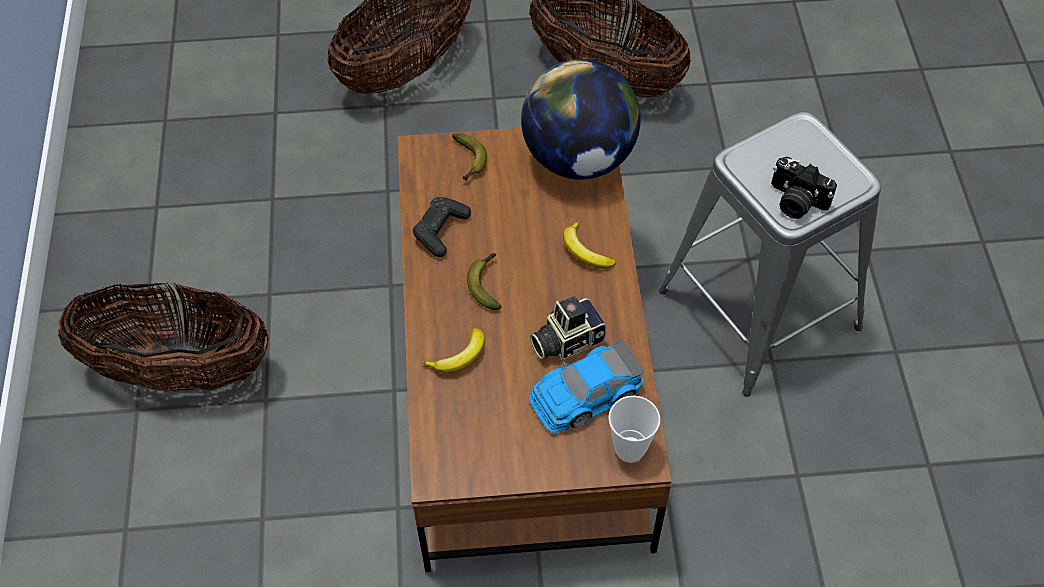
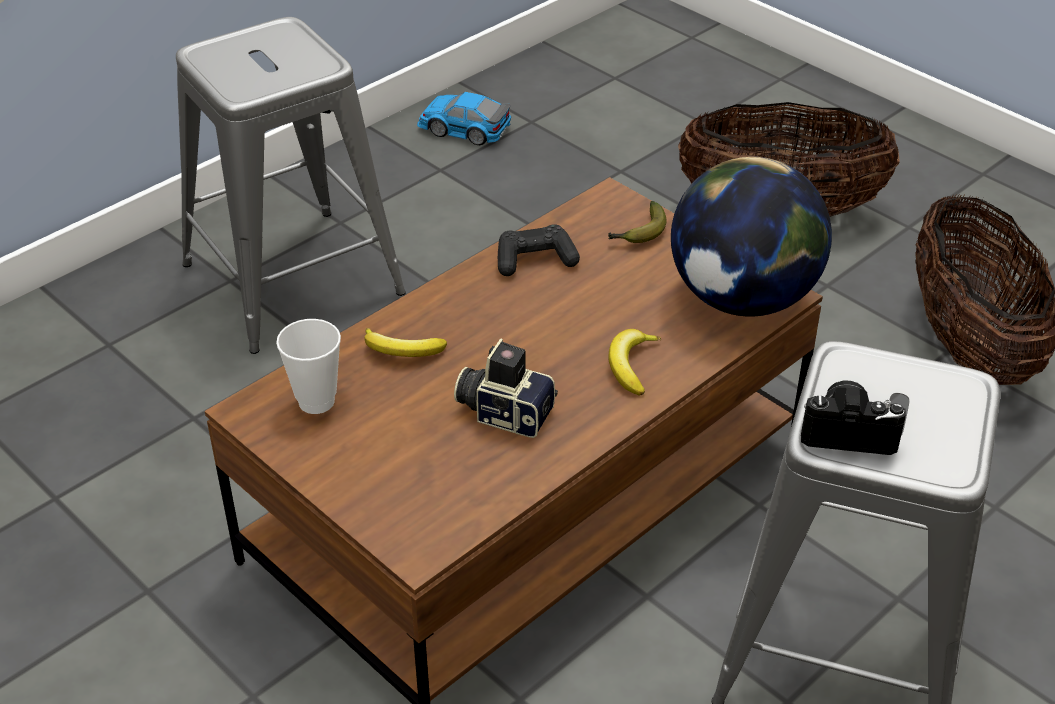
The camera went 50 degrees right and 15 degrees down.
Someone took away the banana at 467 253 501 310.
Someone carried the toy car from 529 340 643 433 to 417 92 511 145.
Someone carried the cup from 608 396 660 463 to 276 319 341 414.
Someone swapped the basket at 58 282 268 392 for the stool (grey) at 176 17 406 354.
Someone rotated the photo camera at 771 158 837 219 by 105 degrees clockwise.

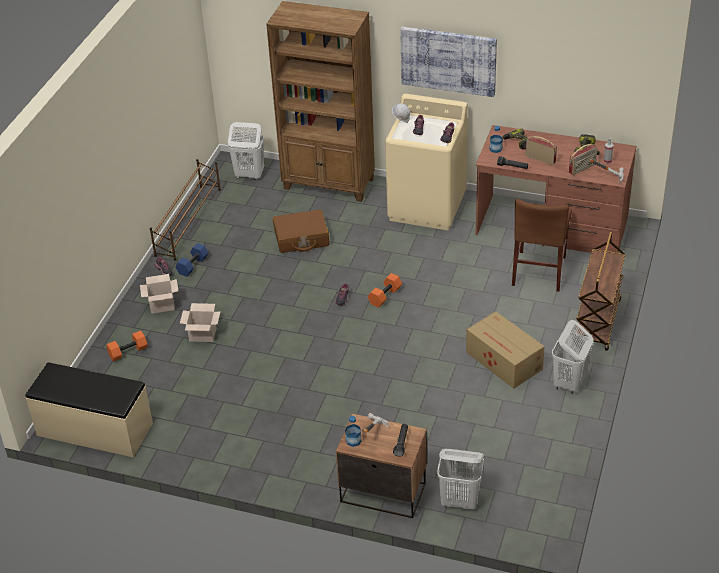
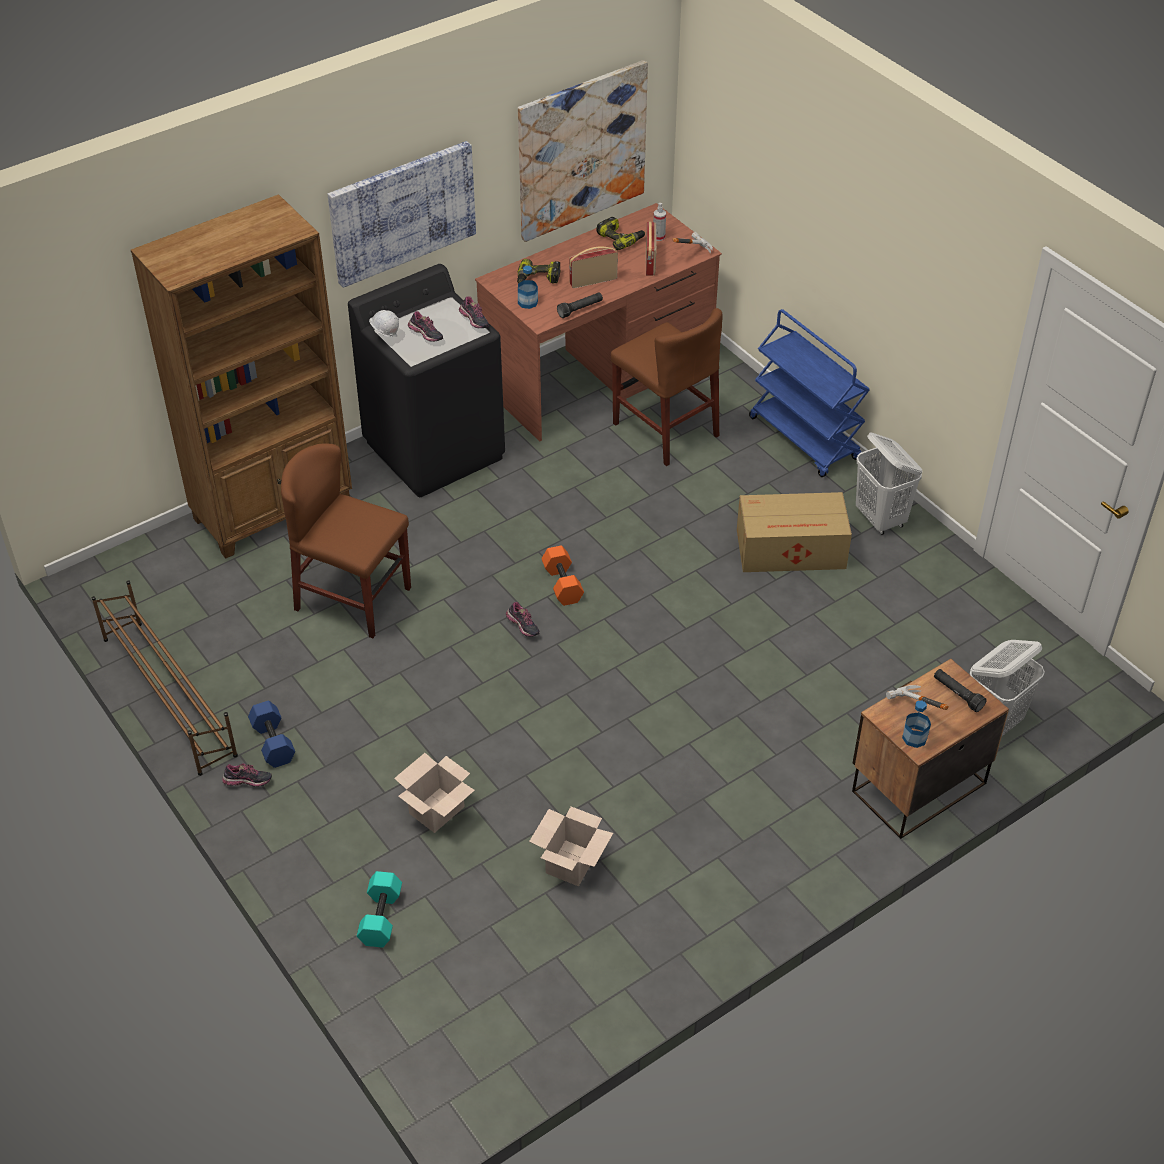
The camera went 55 degrees left and 5 degrees up.
Someone took away the bench (beige) at 26 362 153 457.
Someone took away the laundry basket (white) at 228 122 264 180.
Someone put up the picture at 518 60 648 242.
Someone carried the cardboard box from 140 274 178 314 to 529 806 613 886.
Someone swapped the suitcase (brown) at 273 209 329 253 for the chair (brown) at 281 444 411 638.
Someone repainted the dumbbell (orange) at 106 331 148 361, which became the dumbbell (turquoise) at 357 871 402 947.
Someone repainted the washing machine (beige) at 385 94 468 230, which became the washing machine (black) at 348 264 505 497.
Someone repainted the cart (brown) at 576 232 626 351, which became the cart (blue) at 749 309 870 477.

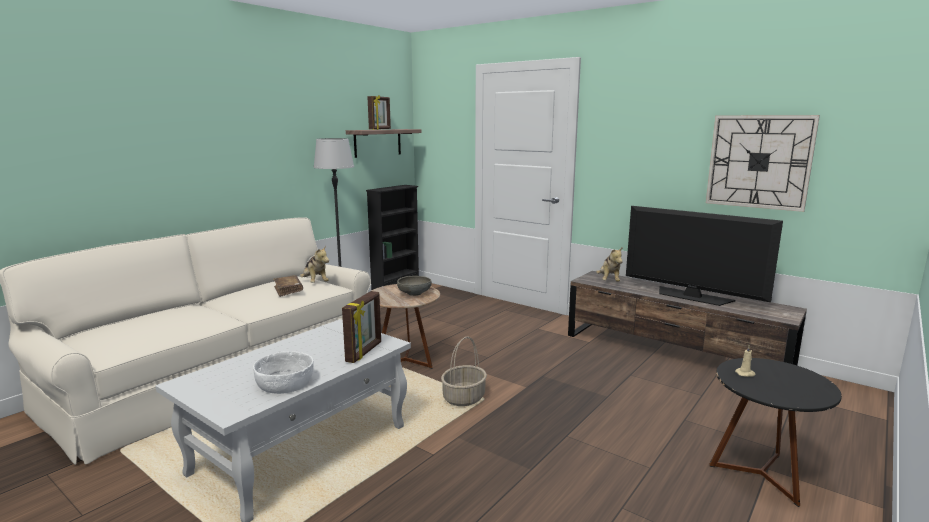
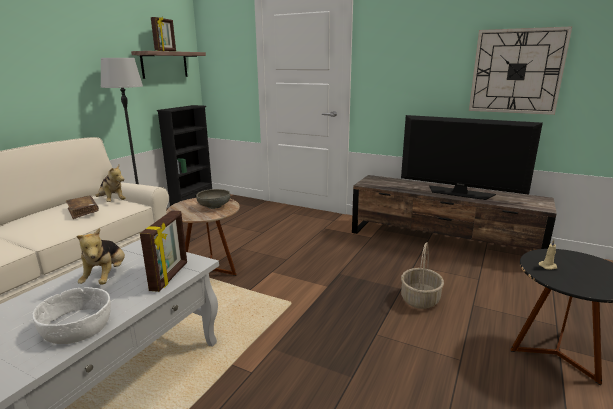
The camera went 10 degrees left and 5 degrees up.
Someone carried the basket from 441 337 487 406 to 401 242 444 309.
Someone carried the plush toy from 596 247 623 282 to 76 228 125 285.

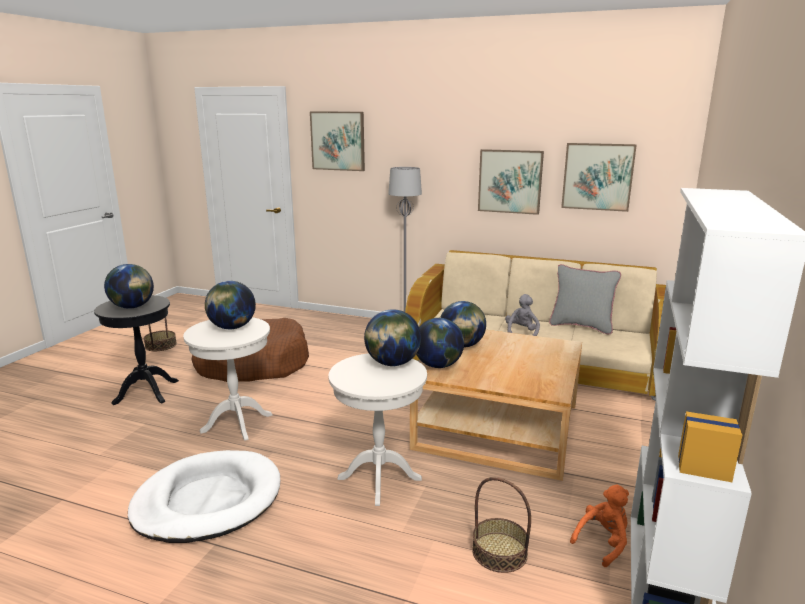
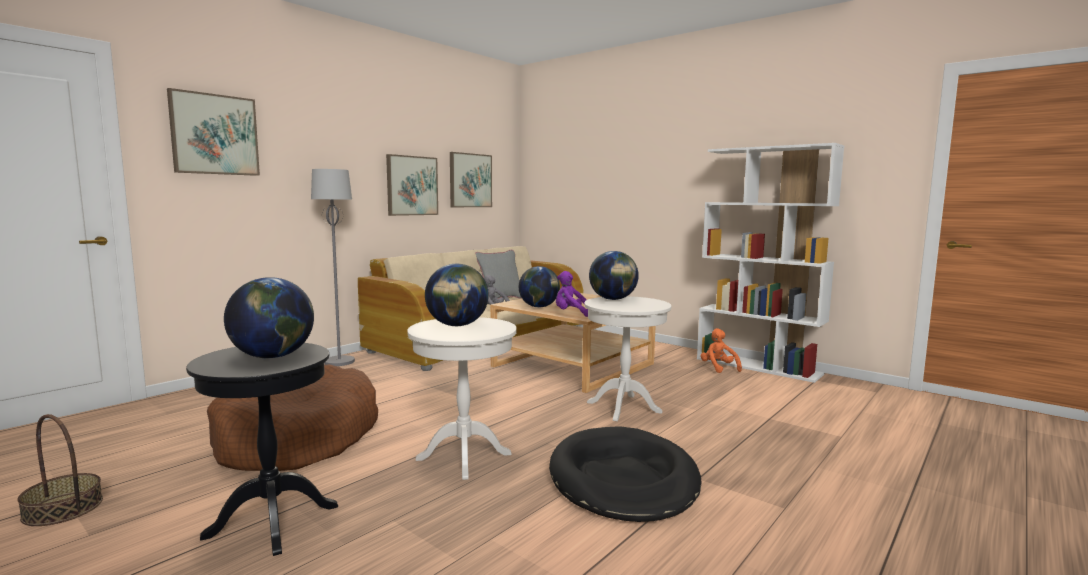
The camera went 70 degrees left and 10 degrees down.
Someone took away the basket at 472 477 531 573.
Someone swapped the globe at 416 318 464 368 for the plush toy (purple) at 556 271 588 317.
Someone repainted the dog bed (white) at 128 450 280 543, which became the dog bed (black) at 549 426 701 522.

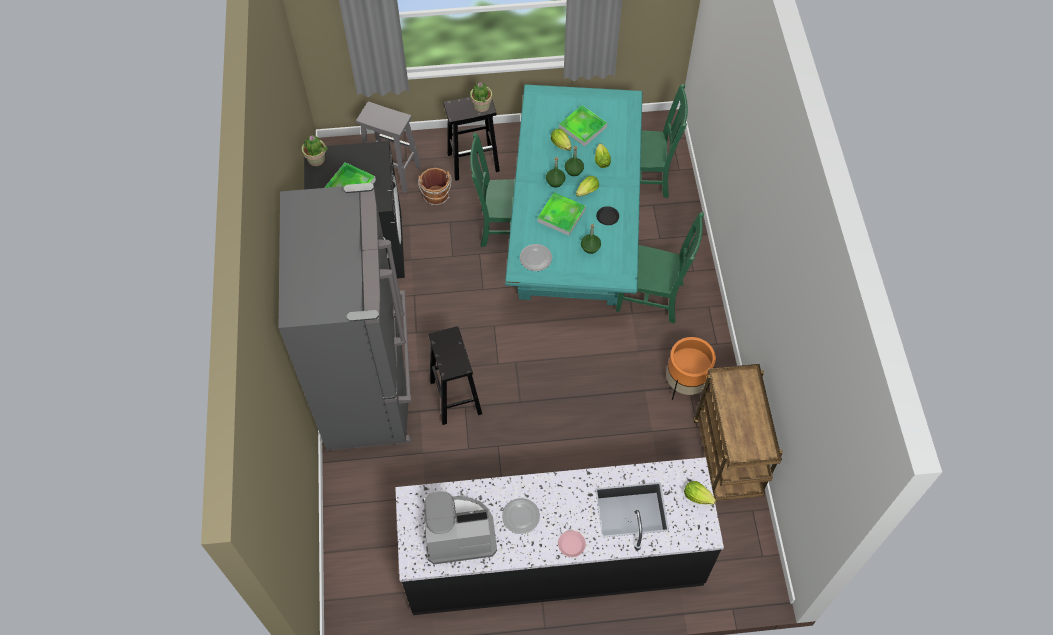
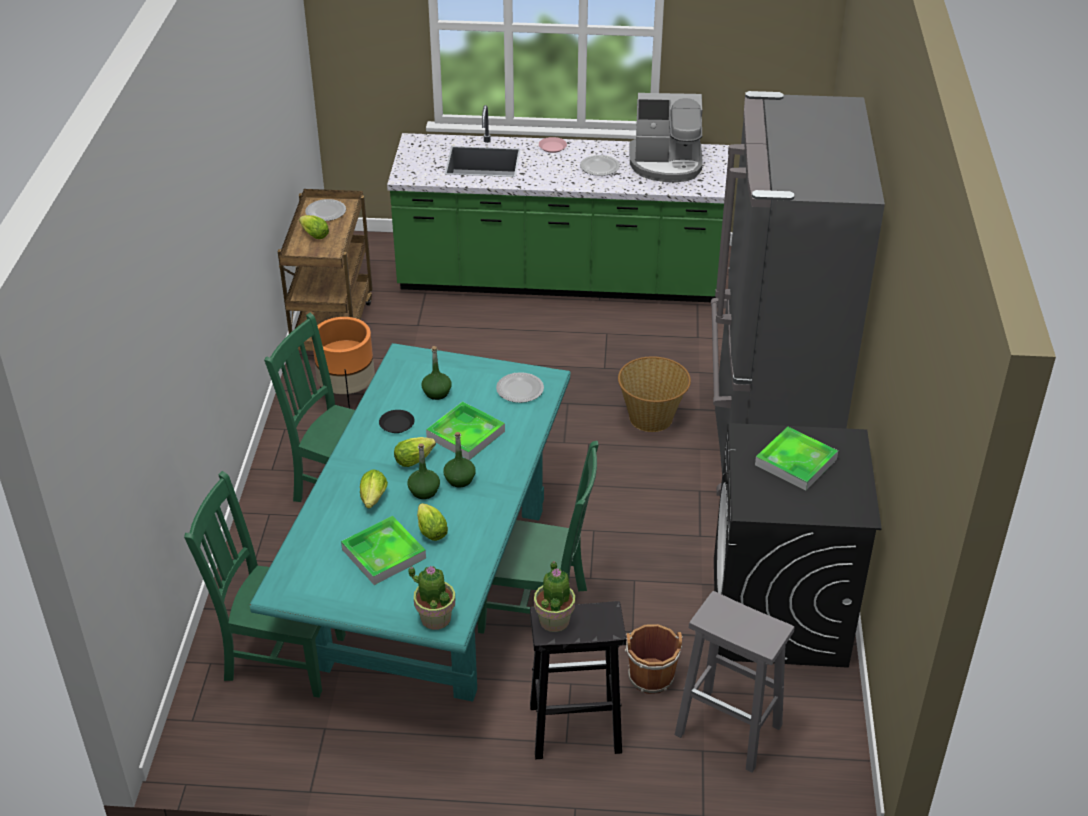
The camera went 170 degrees left and 20 degrees down.
Someone put down the plate at 305 199 346 221.
Someone carried the potted plant from 302 135 328 166 to 408 566 455 630.
Someone carried the lettuce from 684 481 716 505 to 299 215 329 239.
Someone swapped the stool (black) at 428 326 482 425 for the basket at 618 356 691 432.
Someone repainted the counter (black) at 395 457 724 615, which became the counter (green) at 387 105 729 302.

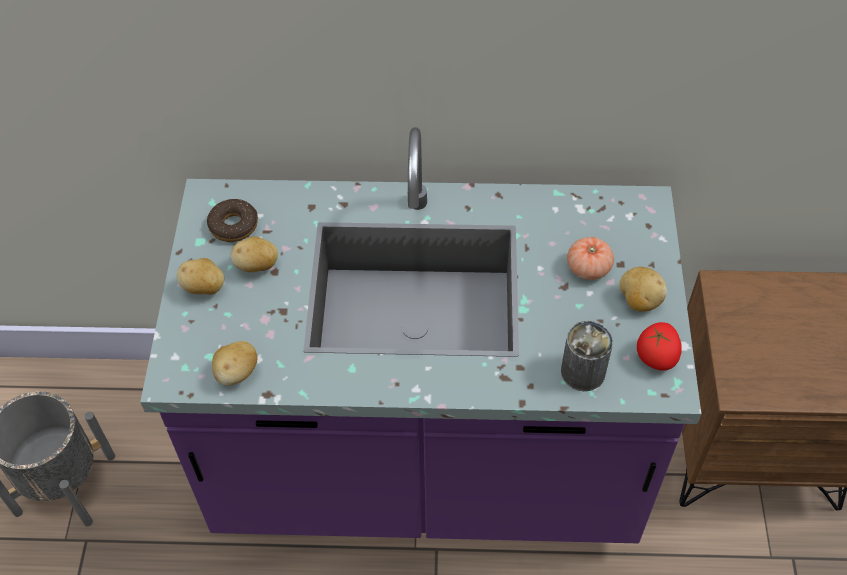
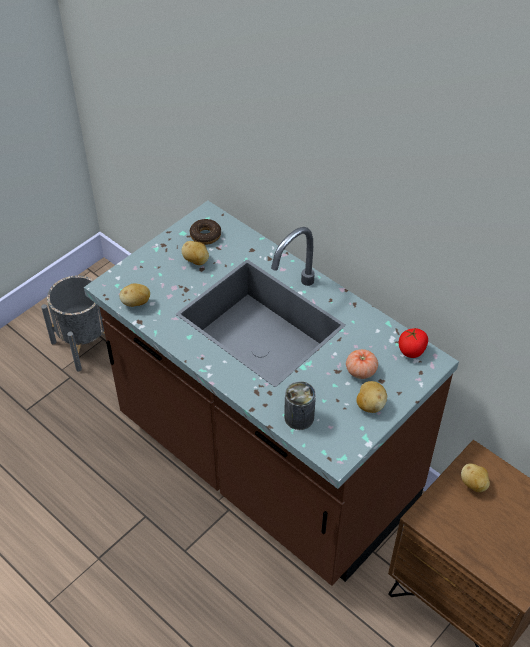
The camera went 40 degrees right and 5 degrees down.
Someone carried the potato from 177 258 224 294 to 461 463 490 492.
Someone carried the tomato from 637 322 682 371 to 399 328 428 358.
Someone repainted the counter (purple) at 140 127 701 543, which became the counter (brown) at 84 200 459 586.

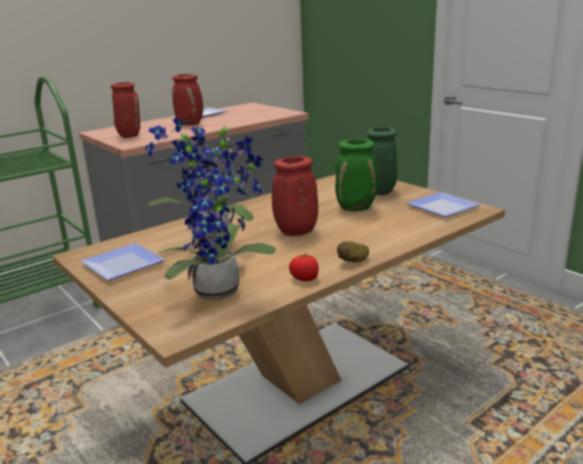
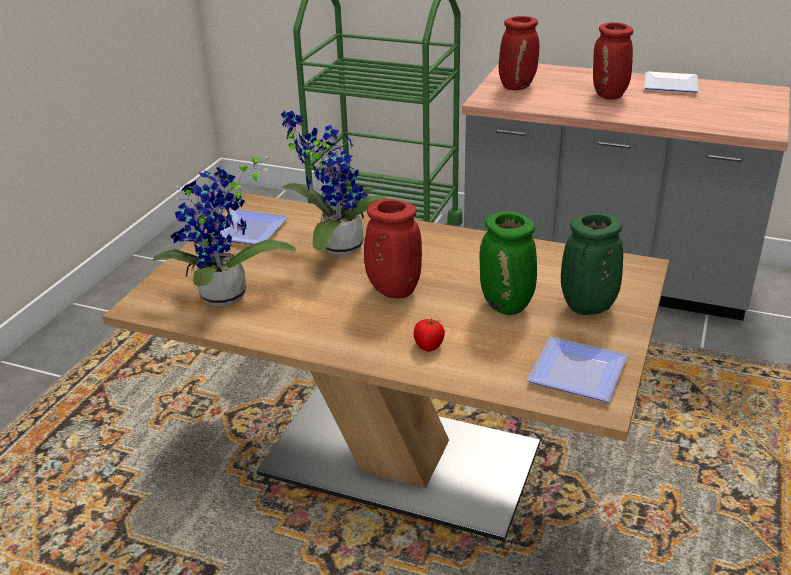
The camera went 60 degrees right and 10 degrees up.
Someone took away the potato at 337 241 369 263.
Someone carried the tomato from 289 253 319 281 to 414 318 445 352.

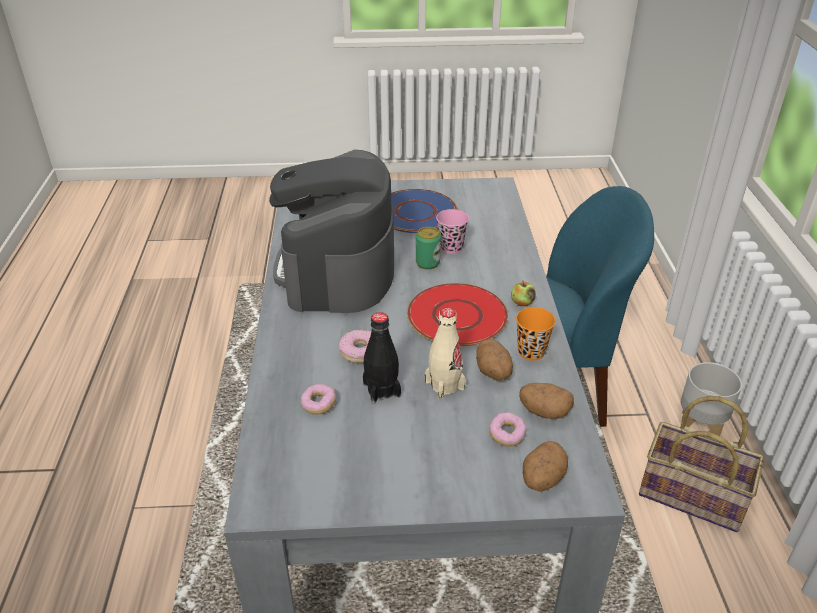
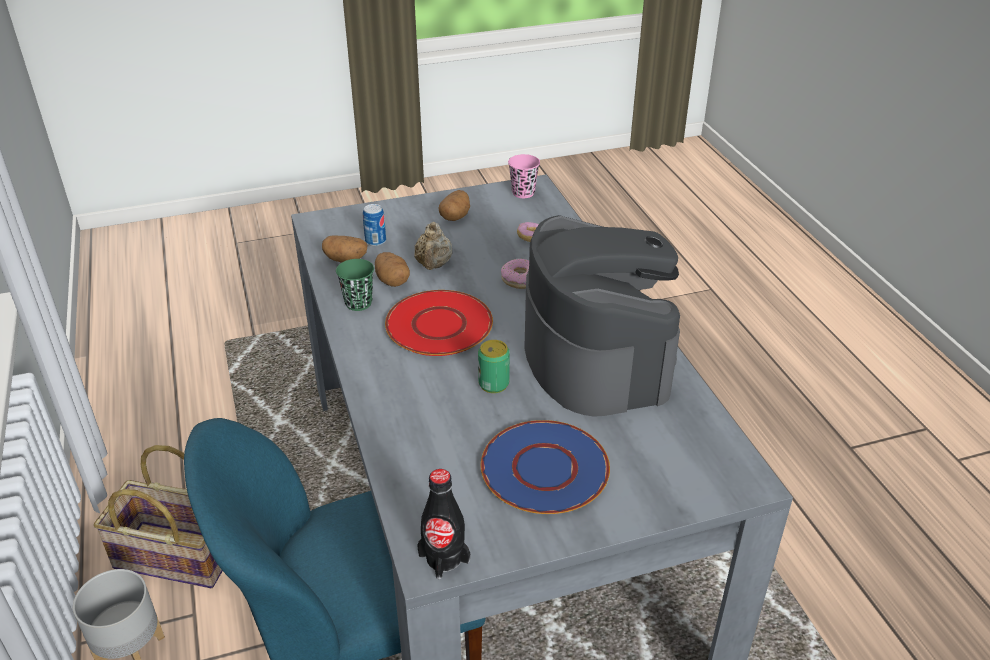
The camera went 165 degrees right and 0 degrees up.
Someone took away the apple at 511 281 536 306.
Someone carried the bottle (black) from 363 312 401 404 to 417 469 470 580.
Someone carried the cup (pink) from 436 209 469 254 to 508 154 540 198.
Someone carried the potato from 523 441 568 491 to 439 190 470 221.
Someone swapped the bottle (beige) at 425 308 466 399 for the teapot (beige) at 414 222 453 270.
Someone swapped the donut at 489 412 527 447 for the can at 363 204 386 246.
Someone repainted the cup (orange) at 516 307 555 361, which became the cup (green) at 336 259 374 311.

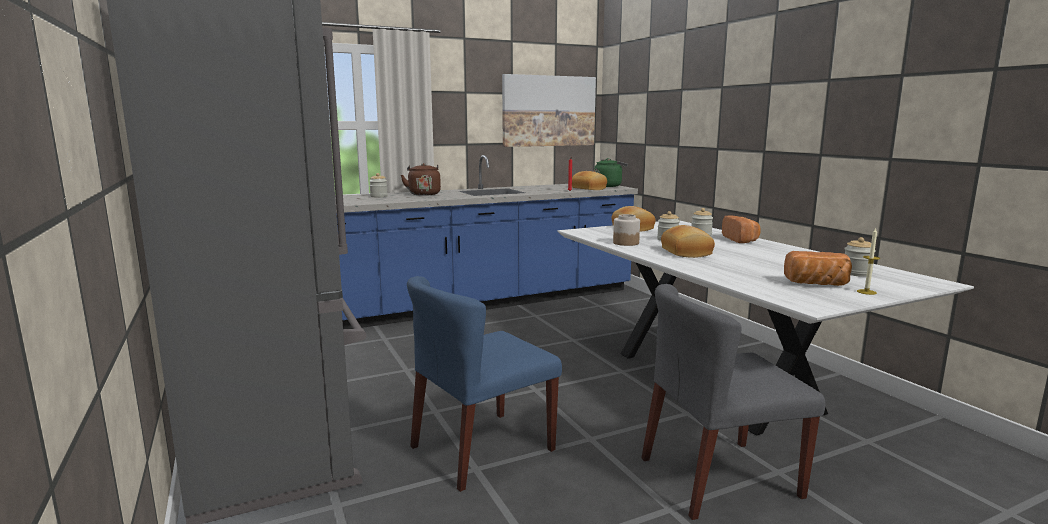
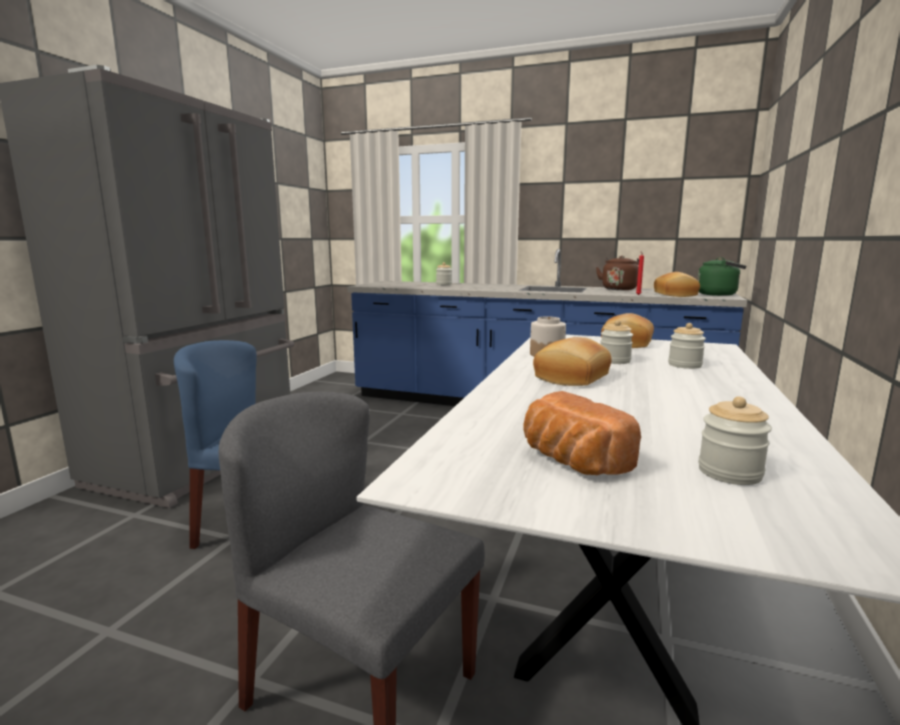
The camera went 45 degrees right and 0 degrees up.
Someone took away the picture at 502 74 596 147.
Someone took away the bread at 722 216 761 243.
Someone took away the candle at 857 228 880 295.
Someone carried the kettle (brown) from 401 163 441 196 to 596 256 639 290.

